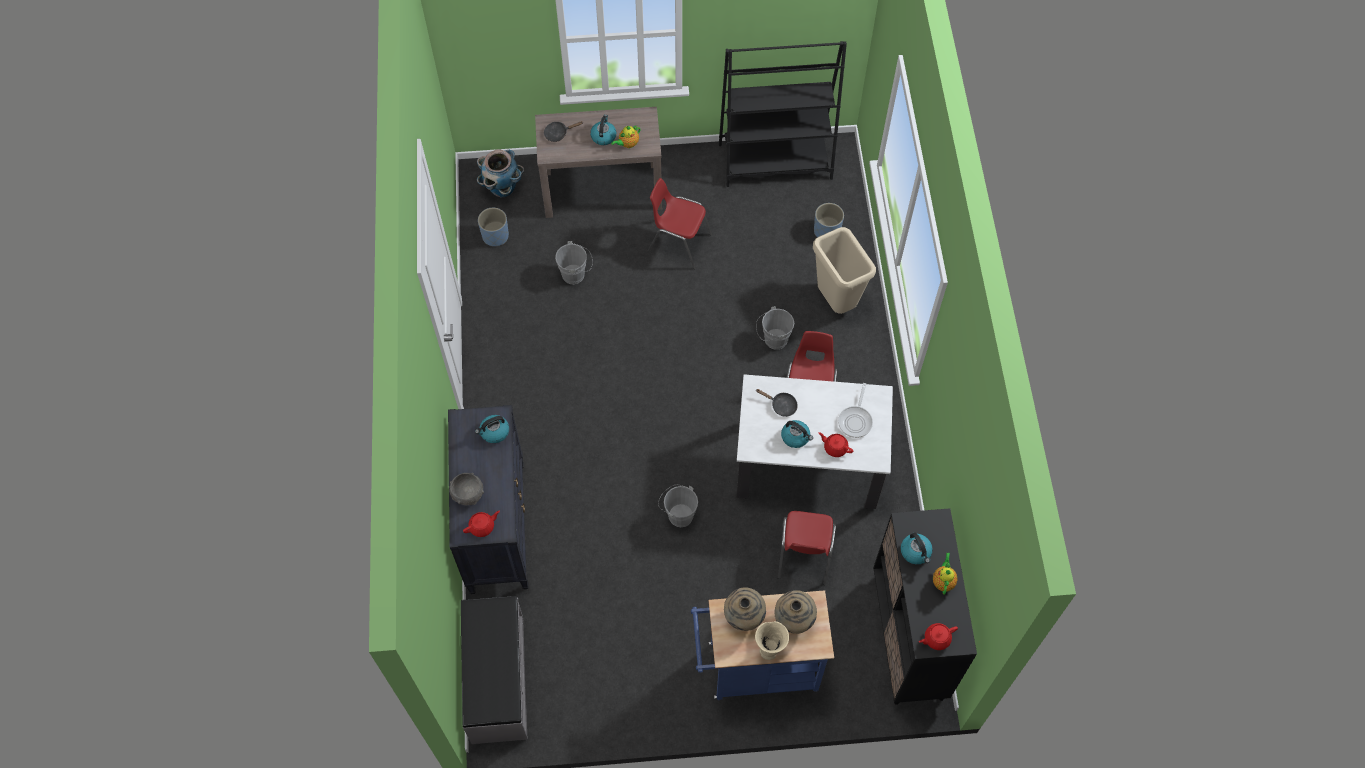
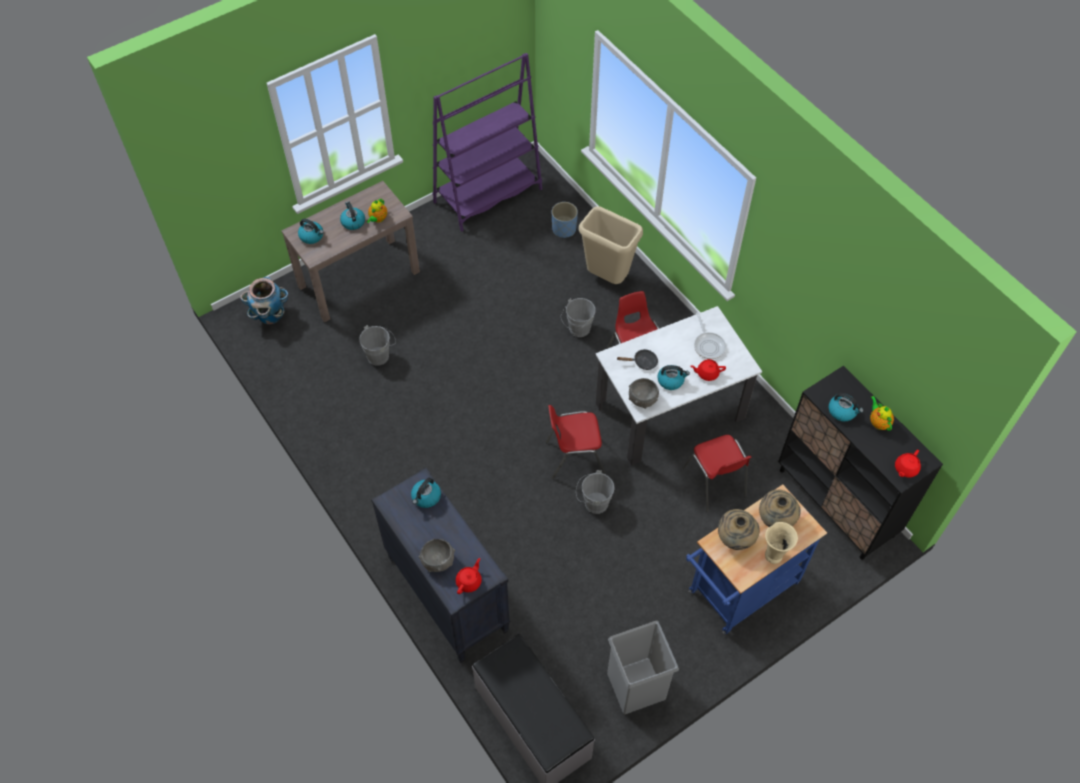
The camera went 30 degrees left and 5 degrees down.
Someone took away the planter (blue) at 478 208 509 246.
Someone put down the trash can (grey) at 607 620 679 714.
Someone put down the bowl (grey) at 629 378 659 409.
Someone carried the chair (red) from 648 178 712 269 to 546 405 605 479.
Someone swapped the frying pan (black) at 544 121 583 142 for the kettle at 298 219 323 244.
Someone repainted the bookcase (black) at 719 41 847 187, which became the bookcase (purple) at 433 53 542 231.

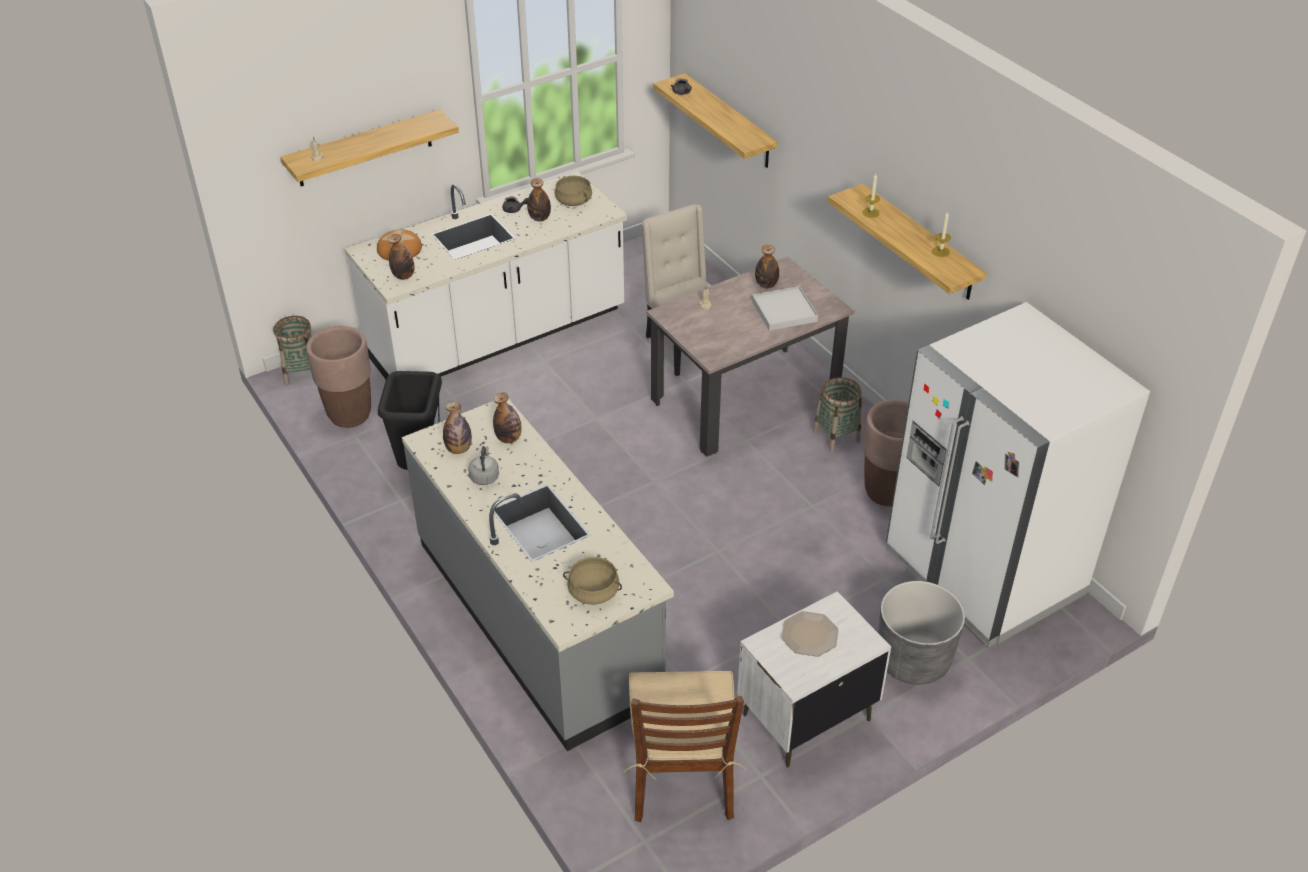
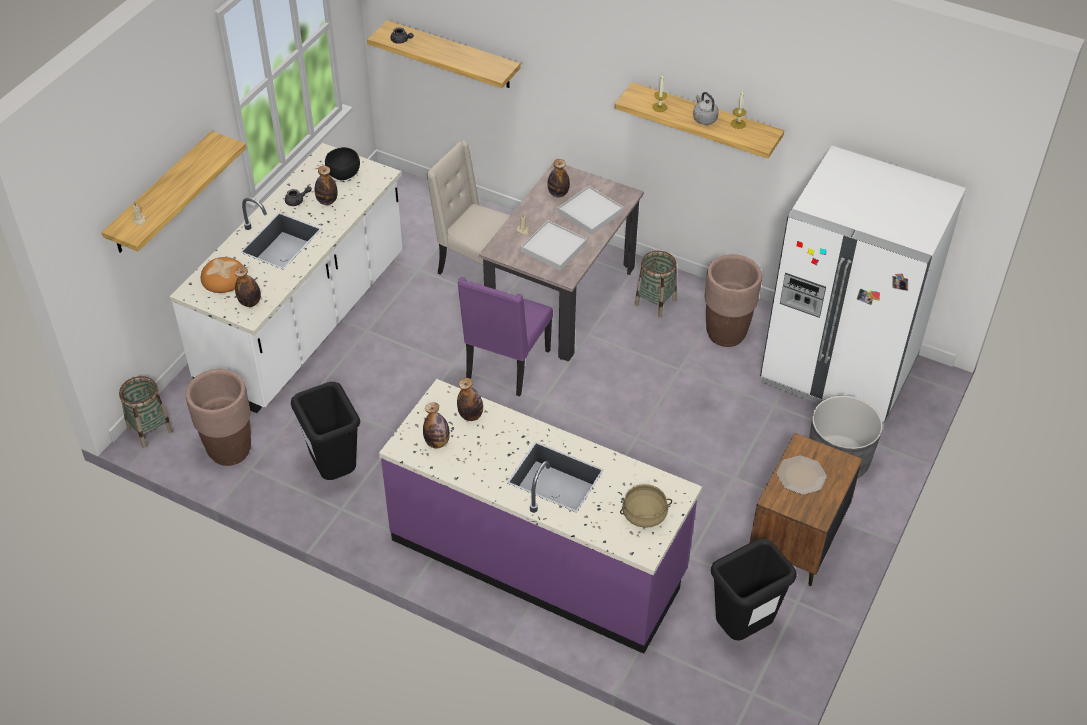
The camera went 30 degrees left and 5 degrees up.
Someone put down the chair (purple) at 457 277 553 396.
Someone put down the tray (white) at 521 220 587 271.
Someone carried the kettle (grey) from 468 446 499 485 to 693 92 719 125.
Someone swapped the cooking pot (beige) at 555 176 592 206 for the bowl (black) at 325 147 360 180.
Someone swapped the chair (brown) at 623 671 746 822 for the trash can (black) at 711 538 797 641.
Someone repainted the counter (grey) at 402 399 674 751, which became the counter (purple) at 379 379 702 654.
Someone repainted the nightstand (white) at 737 591 891 767, which became the nightstand (brown) at 750 433 863 586.

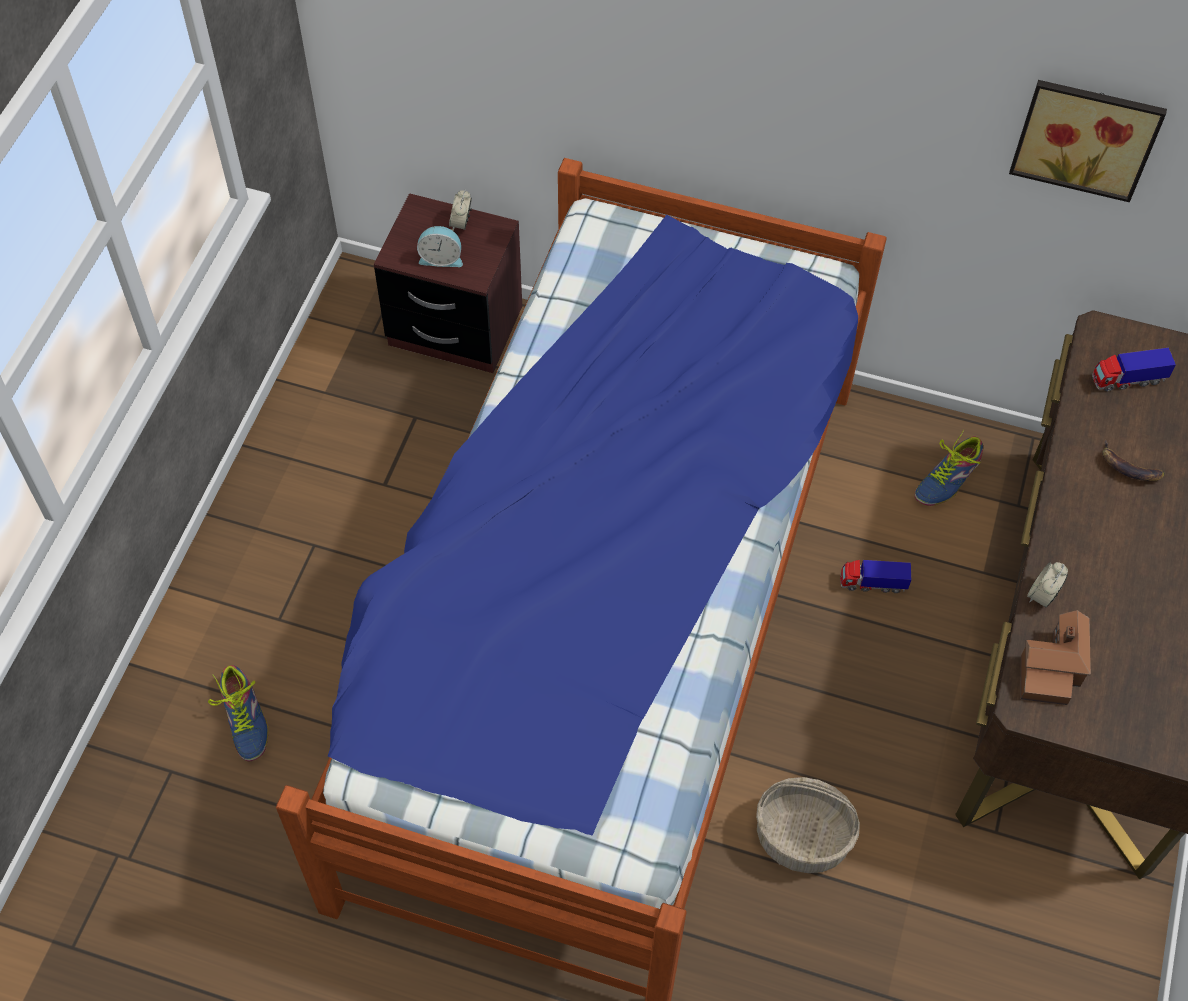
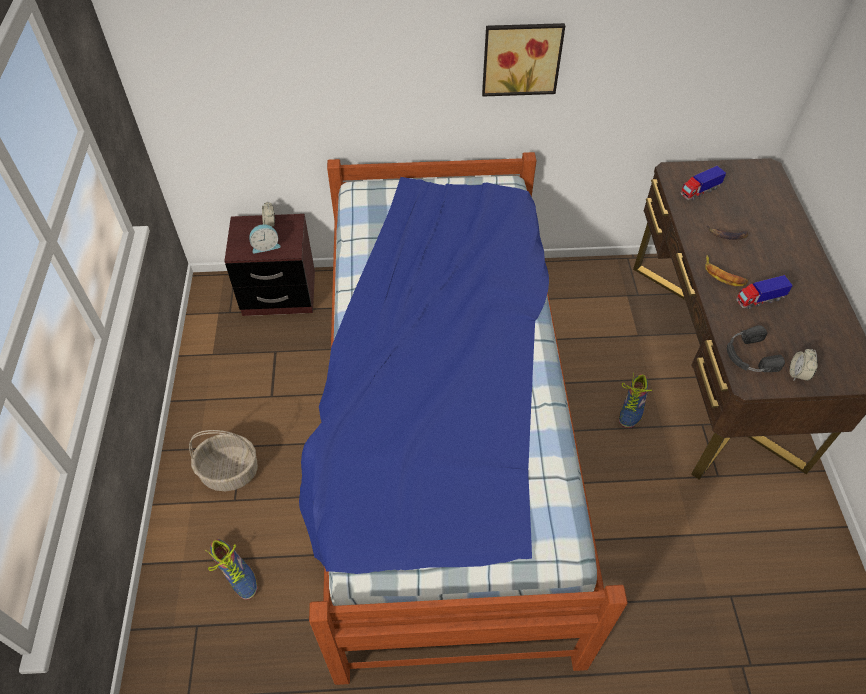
The camera went 20 degrees left and 5 degrees down.
Someone put down the banana at 705 255 748 286.
Someone carried the basket from 756 777 860 873 to 189 430 258 491.
Someone carried the toy truck from 840 560 911 593 to 736 275 793 309.
Someone carried the shoe from 914 430 983 506 to 619 372 652 428.
Someone carried the picture from 1009 80 1167 202 to 482 23 565 96.
Someone carried the alarm clock from 1027 562 1068 608 to 789 349 818 381.
Someone swapped the toy house at 1021 610 1091 705 for the headphones (black) at 727 325 785 372.

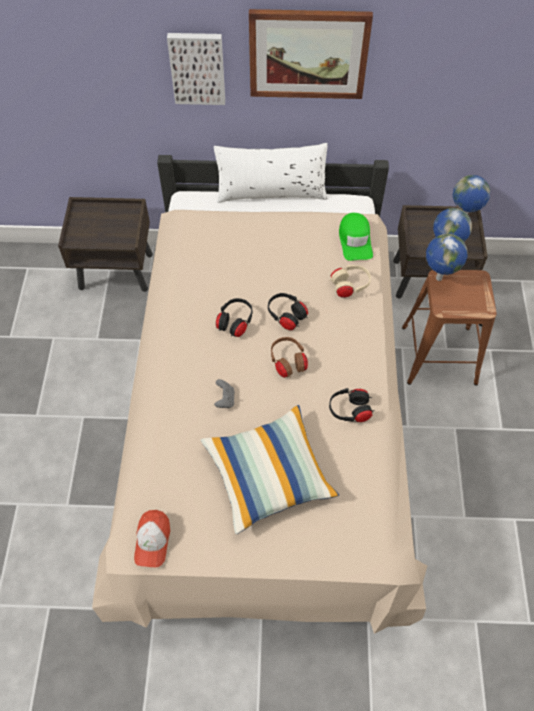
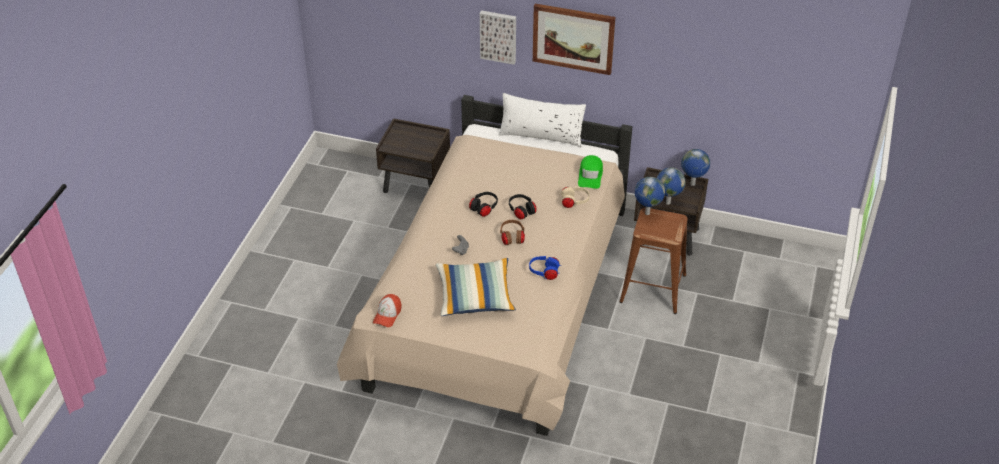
The camera went 15 degrees right and 15 degrees down.
Someone repainted the headphones (black) at 329 388 375 422, which became the headphones (blue) at 529 256 561 280.

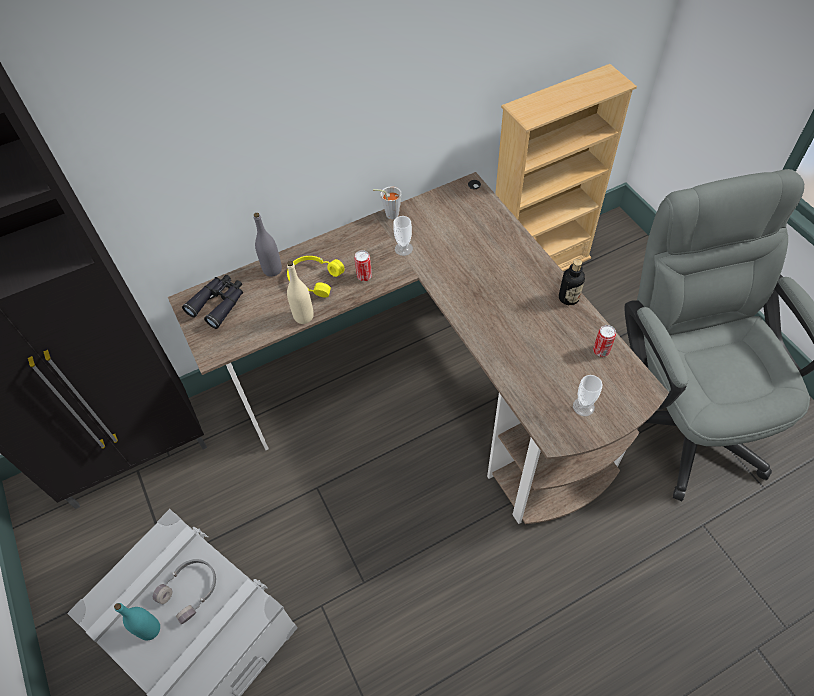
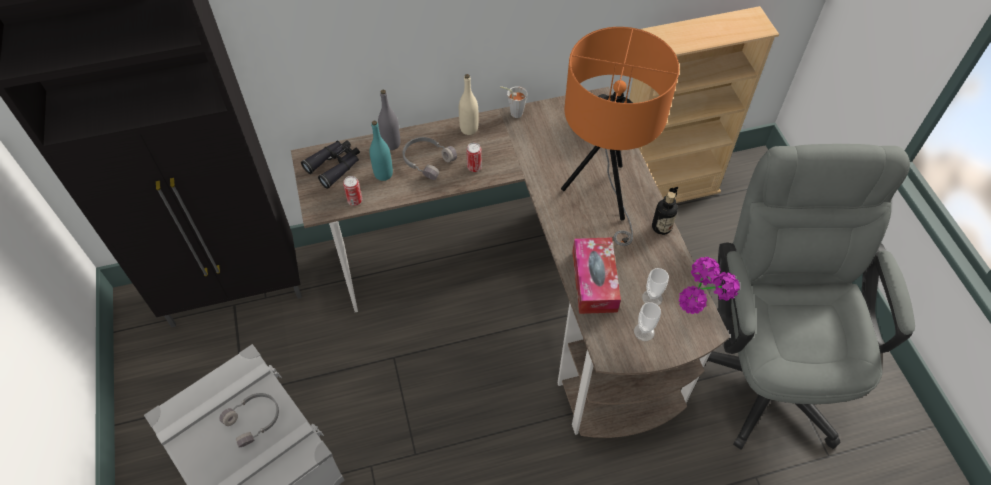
The camera went 10 degrees right and 0 degrees up.
Someone put down the table lamp (orange) at 561 27 679 246.
Someone put down the tissue box at 572 237 621 314.
Someone put down the potted plant at 679 257 740 314.
Someone carried the bottle (turquoise) from 114 603 160 640 to 370 121 393 181.
Someone carried the bottle (beige) from 287 261 314 324 to 459 74 479 135.
Someone carried the cup from 393 216 413 256 to 642 268 669 305.
Someone carried the can from 593 325 616 357 to 343 176 362 206.
Someone repainted the headphones (yellow) at 287 256 345 298, which became the headphones (grey) at 403 137 457 180.

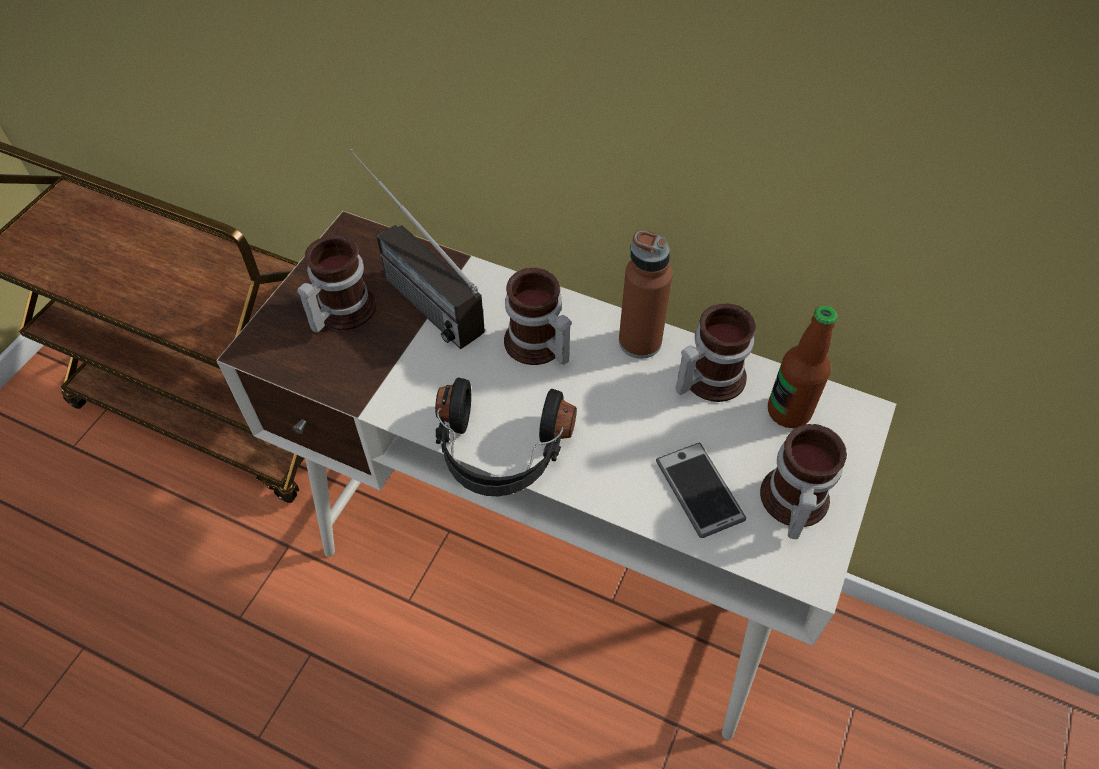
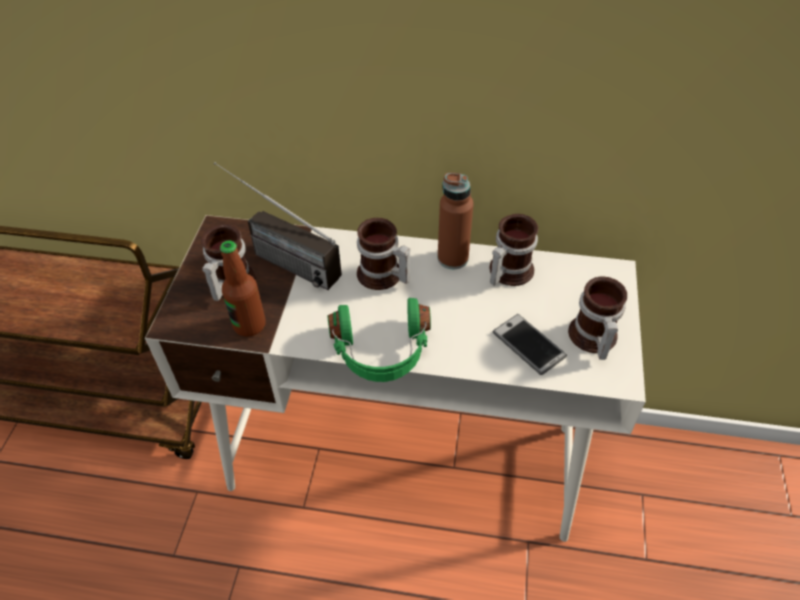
The camera went 15 degrees left and 5 degrees down.
Someone carried the bottle from 768 306 838 428 to 220 241 266 337.
Someone repainted the headphones (black) at 435 378 577 496, which became the headphones (green) at 327 298 431 382.

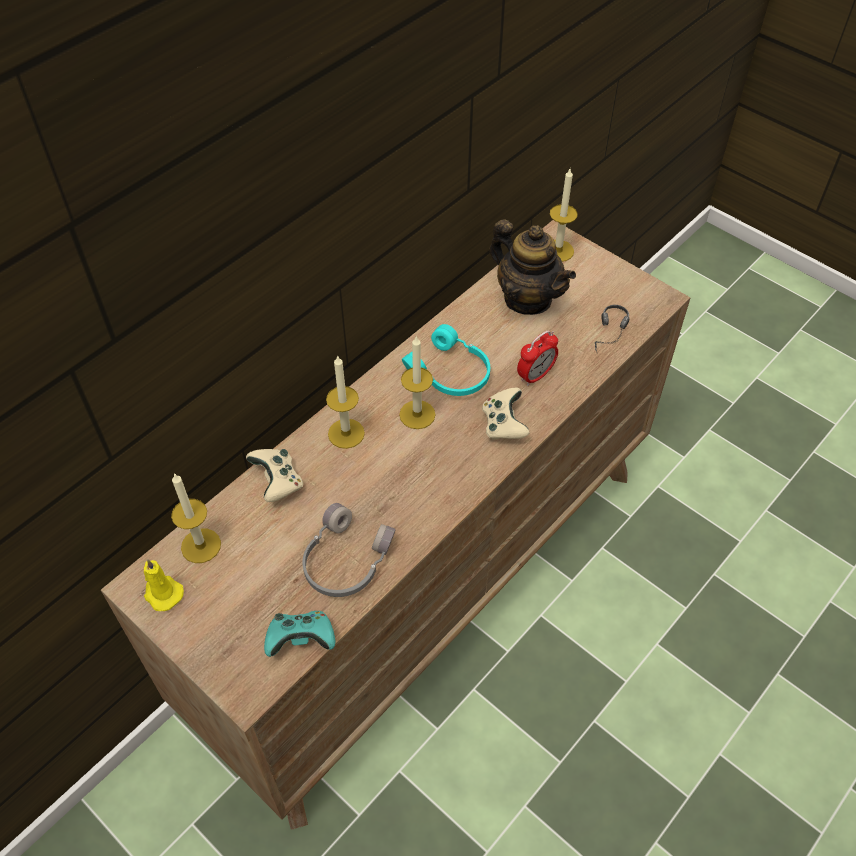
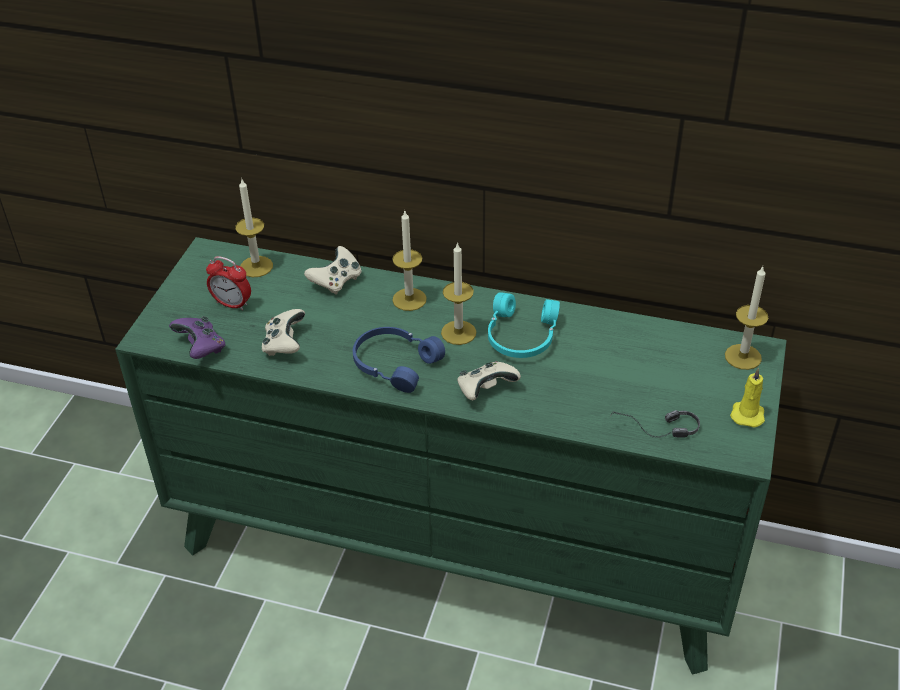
The camera went 65 degrees right and 10 degrees down.
Someone took away the teapot at 489 219 576 315.
Someone put down the headphones (blue) at 353 327 445 393.
Someone carried the candle (yellow) from 144 559 184 611 to 730 368 765 427.
Someone carried the alarm clock from 517 330 558 386 to 206 256 251 311.
Someone swapped the headphones (grey) at 302 503 396 597 for the game controller (beige) at 262 309 305 356.
Someone repainted the dresser (brown) at 101 220 690 830, which became the dresser (green) at 115 237 787 675.
Someone repainted the game controller (turquoise) at 264 611 335 657, which became the game controller (purple) at 169 316 225 359.

